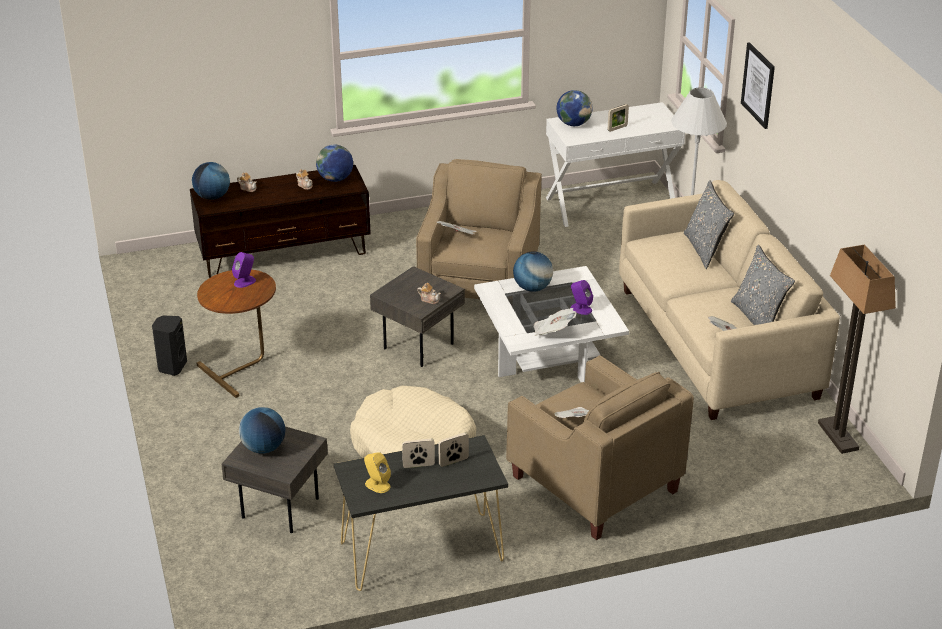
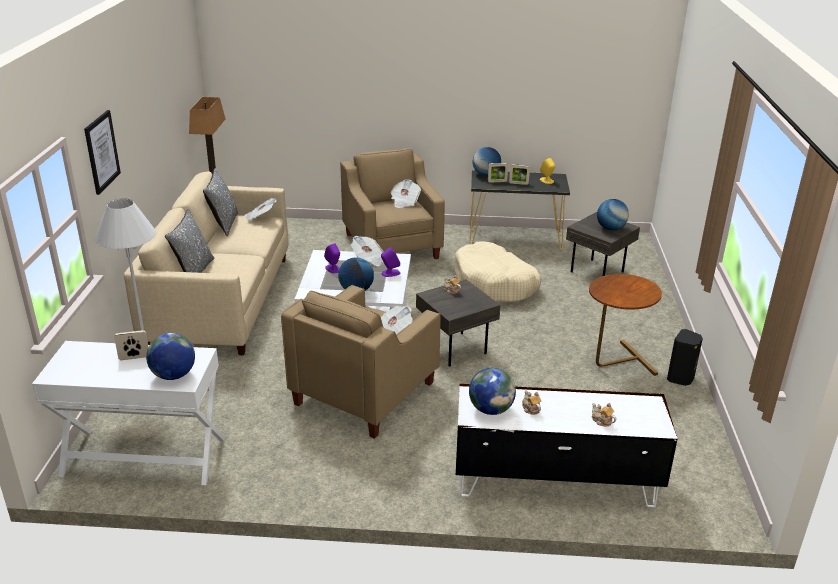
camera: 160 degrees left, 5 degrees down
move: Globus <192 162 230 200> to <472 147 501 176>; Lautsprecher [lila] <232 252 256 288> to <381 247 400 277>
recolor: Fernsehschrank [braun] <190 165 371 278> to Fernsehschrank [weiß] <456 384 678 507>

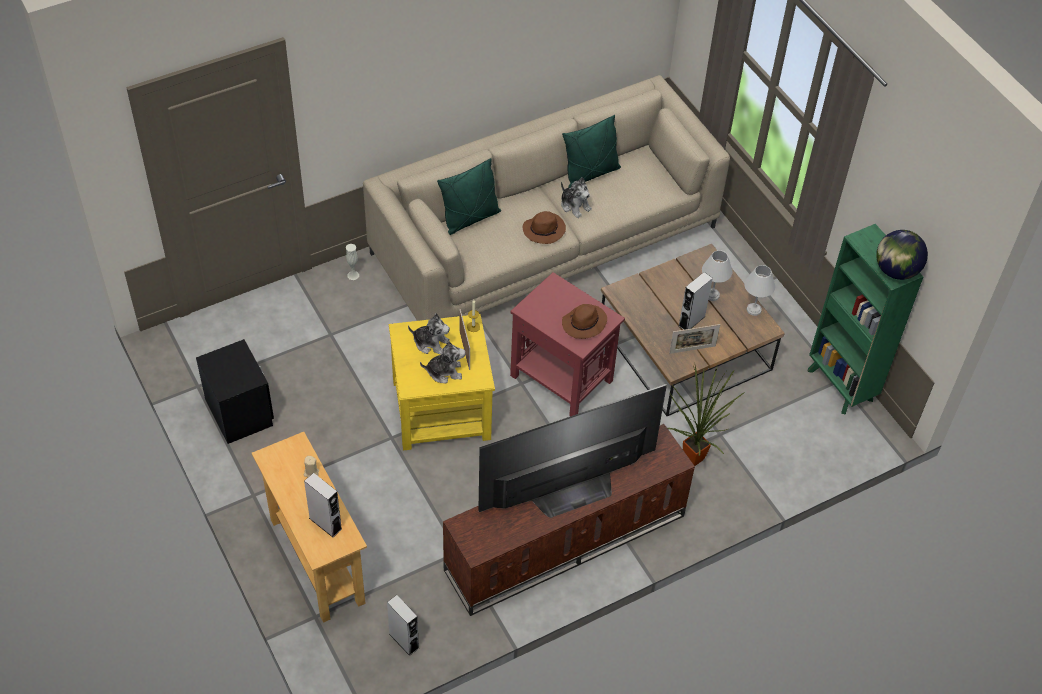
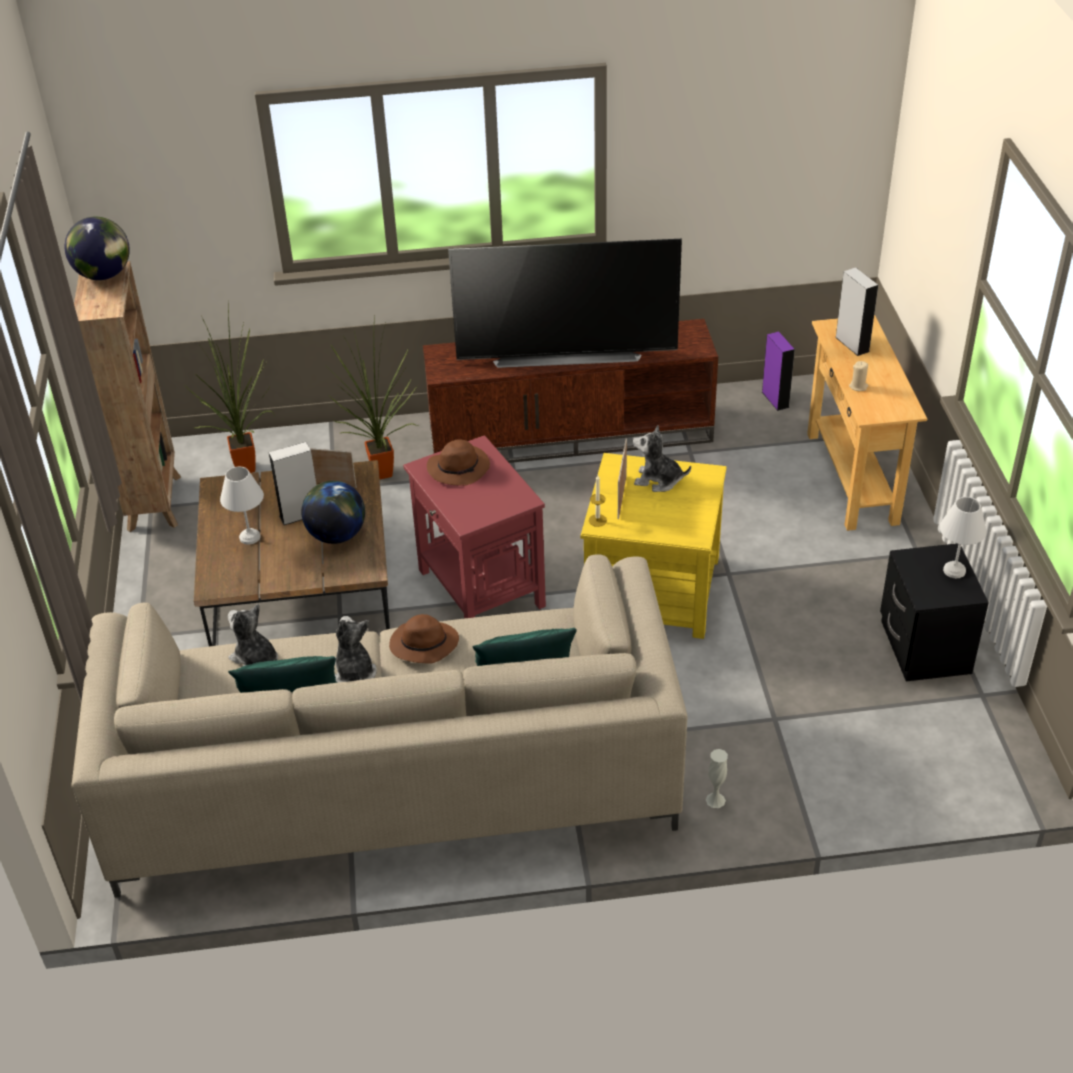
camera: 155 degrees left, 10 degrees down
insert: Topfpflanze <185 306 275 473>; Globus <301 481 365 544>
move: Plüschtier <408 313 450 355> to <228 604 278 666>; Tischlampe [weiß] <744 265 775 316> to <940 497 987 578>
recolor: Lautsprecher [grau] <387 595 419 656> to Lautsprecher [lila] <762 332 795 411>; Bücherregal [grün] <807 224 923 414> to Bücherregal [braun] <74 261 181 532>

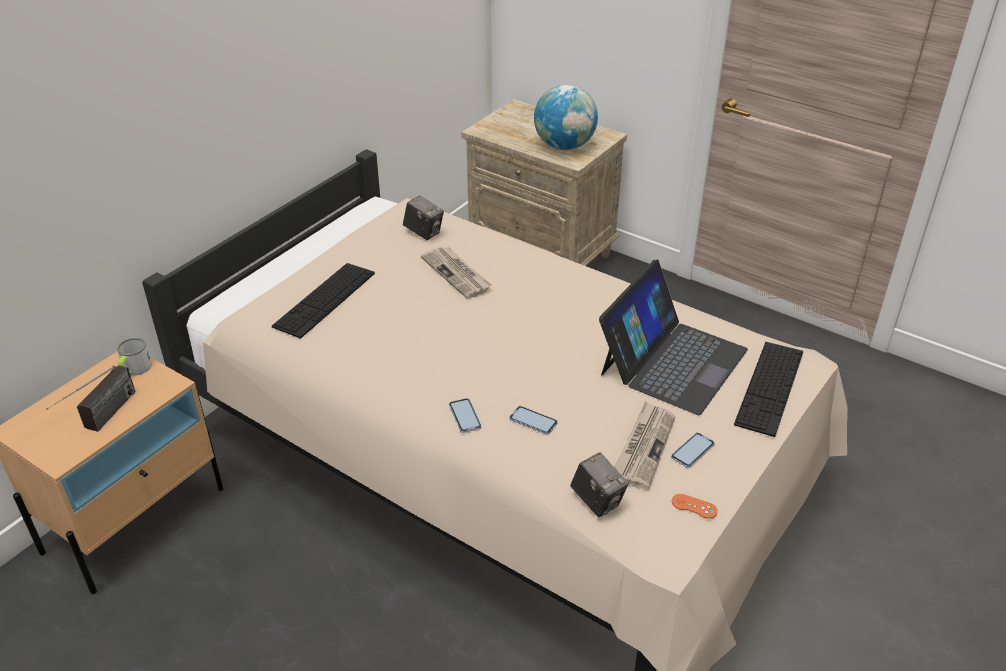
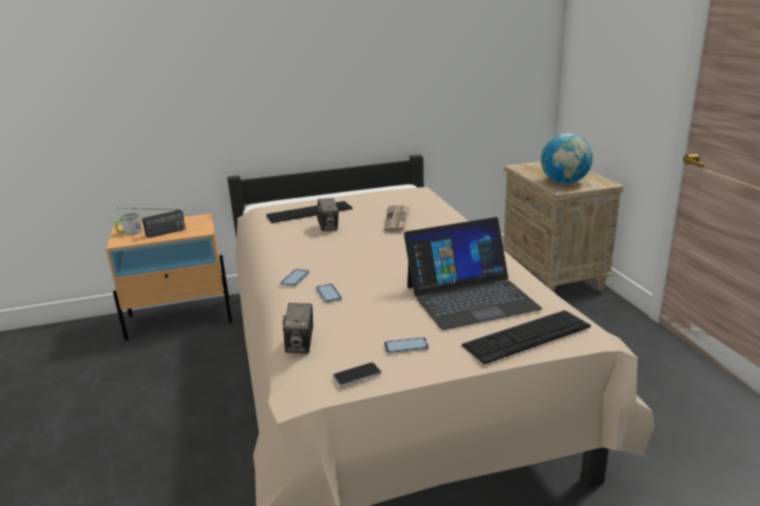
camera: 40 degrees right, 15 degrees down
delete: Zeitung <614 401 676 490>
move: Henkelbecher <117 338 152 376> to <115 213 142 235>; Kamera <403 196 444 240> to <317 198 339 231>
replace: Gamepad [orange] <672 494 718 519> to Handy <333 362 382 387>

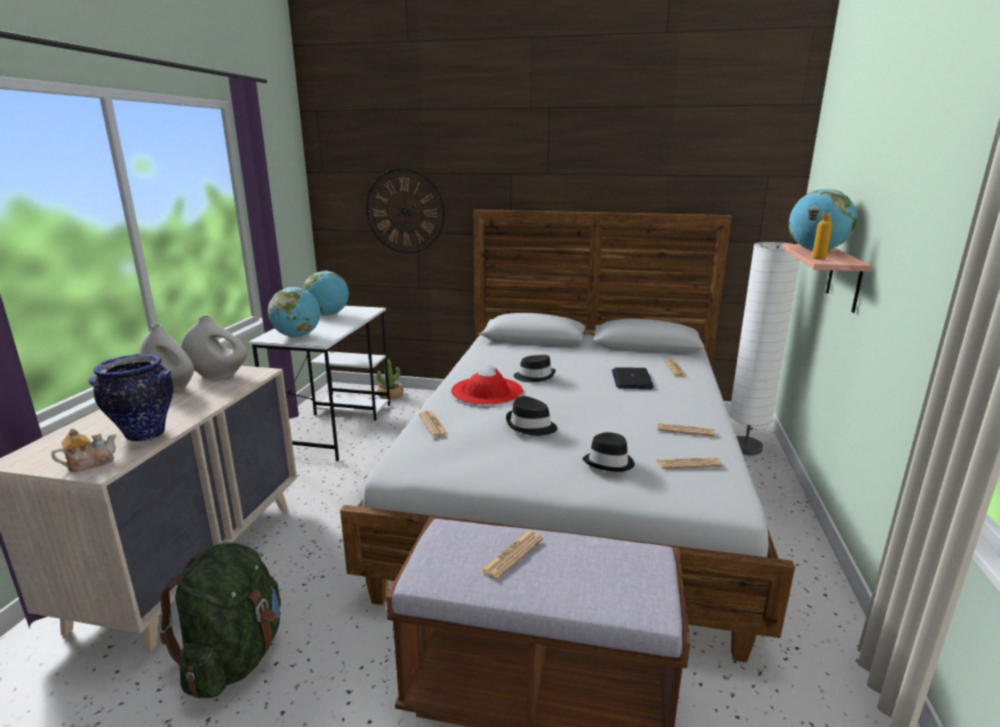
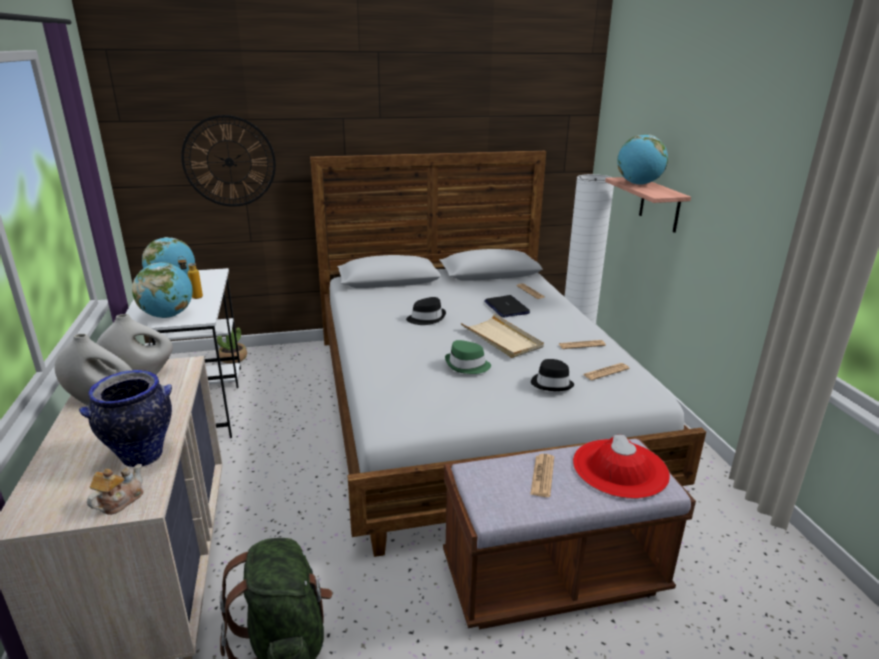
camera: 25 degrees left, 5 degrees up
delete: Zeitung <419 411 448 437>
insert: Tablett [beige] <461 314 544 358>
move: Hut [rot] <451 366 523 405> to <573 435 670 499>; Flasche <808 203 833 260> to <178 256 203 299>
recolor: Hut [schwarz] <506 396 557 436> to Hut [grün] <445 340 491 374>

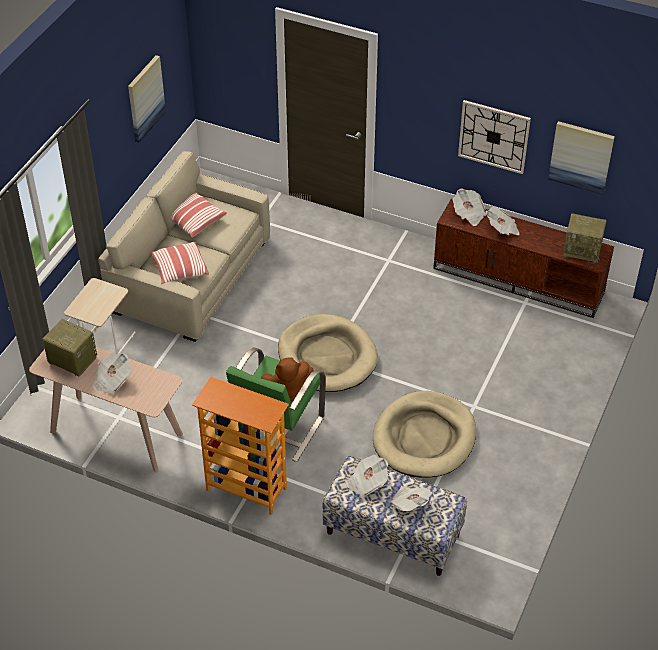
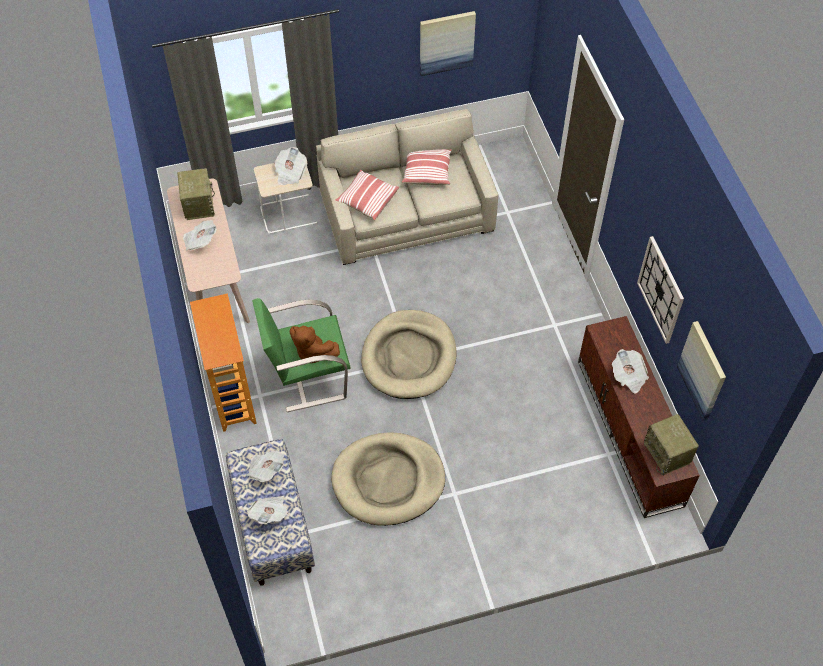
camera: 50 degrees right, 10 degrees up
move: Zeitung <453 188 486 226> to <274 147 307 185>

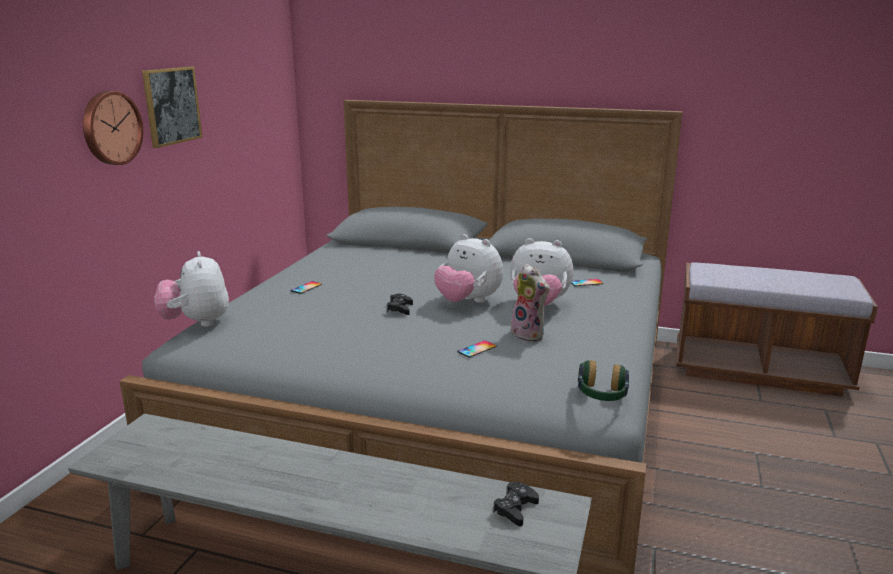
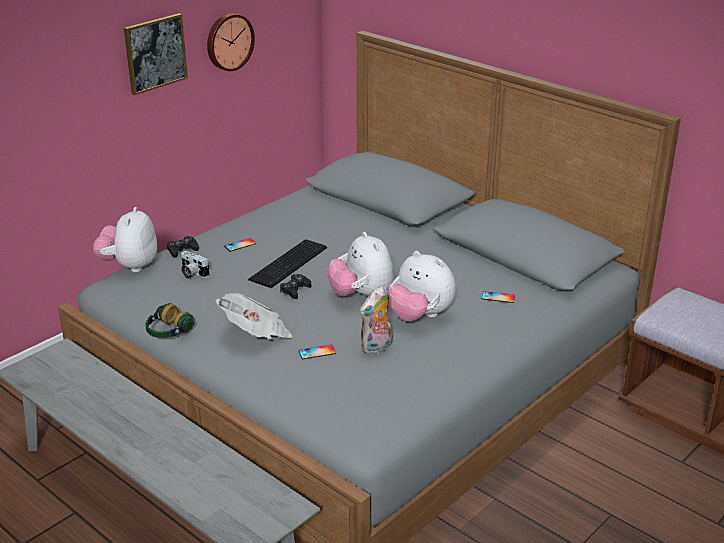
camera: 25 degrees right, 10 degrees up
insert: Kamera <181 251 209 279>; Zeitung <216 293 293 339>; Tastatur <248 239 327 288>
move: Wanduhr <83 91 143 165> to <207 13 255 71>; Gamepad [schwarz] <493 482 539 526> to <167 236 199 258>; Kopfhörer <578 360 629 401> to <145 303 194 338>
rotate: Plüschtier <511 264 550 342> = <360 286 393 355> 60 degrees clockwise

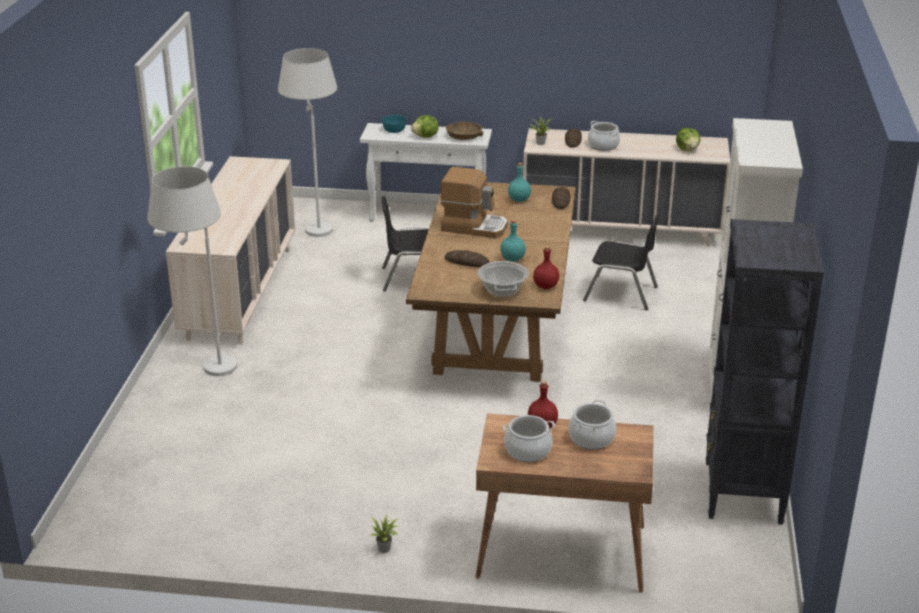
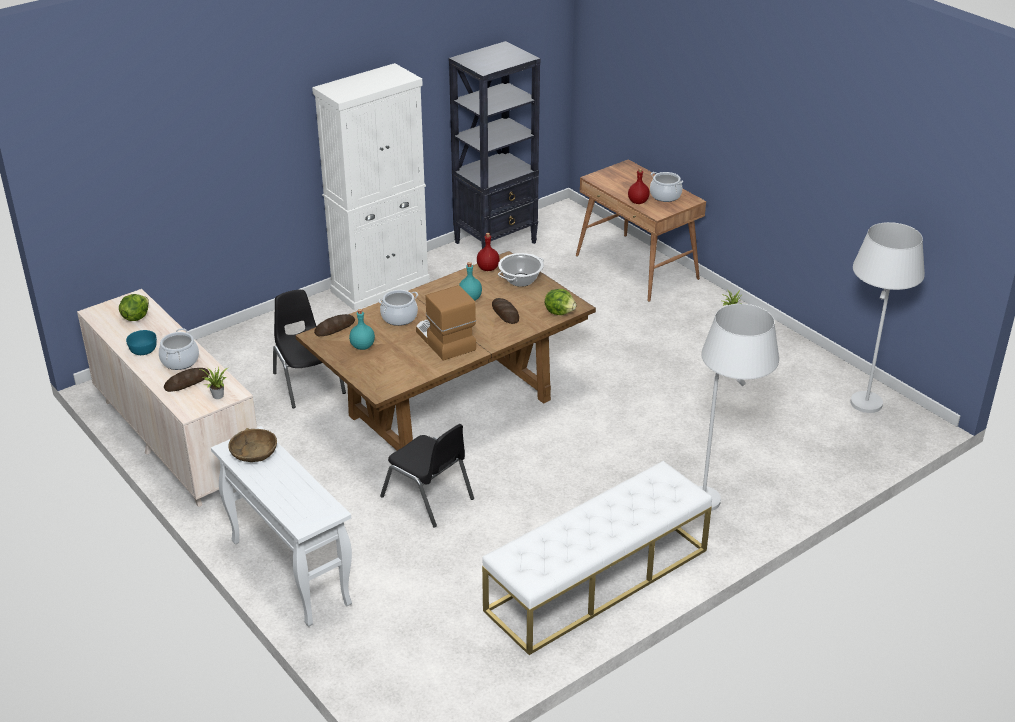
camera: 135 degrees left, 5 degrees up
move: Stehlampe [weiß] <278 48 337 237> to <850 222 925 413>; Schüssel [türkis] <382 115 406 133> to <126 330 157 355>; Salatkopf <411 115 439 138> to <545 289 576 315>; Kochtopf <569 400 616 449> to <378 290 418 326>
replace: Kommode [beige] <166 156 295 344> to Bank [weiß] <482 461 712 655>

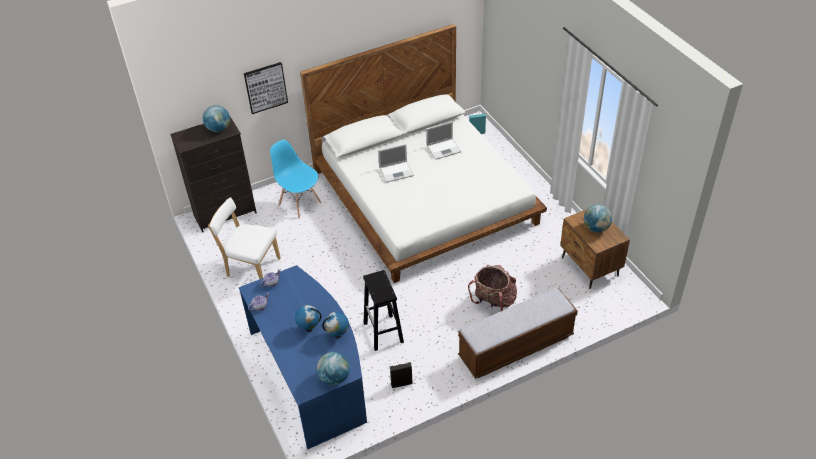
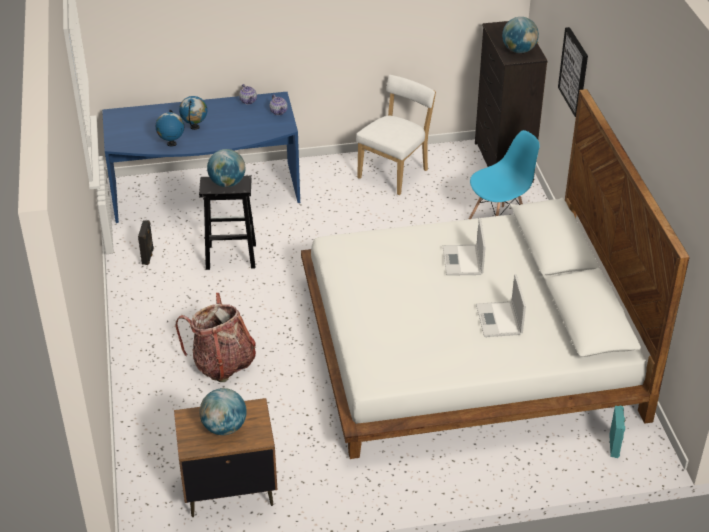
camera: 105 degrees right, 5 degrees down
delete: Bank <458 288 578 379>
move: Globus <317 352 350 385> to <207 149 246 187>

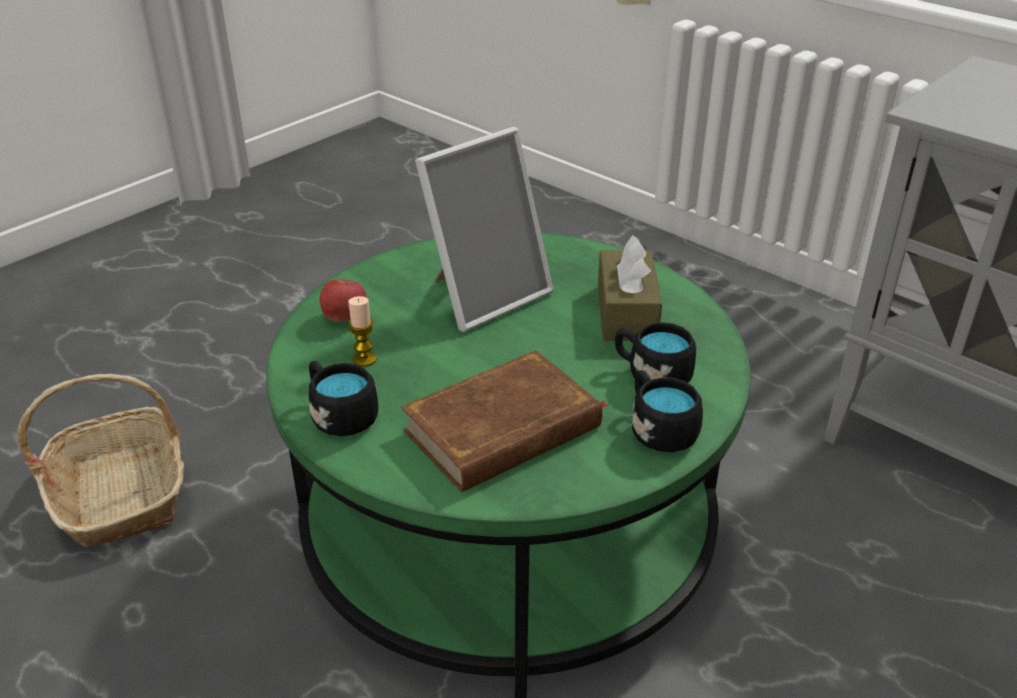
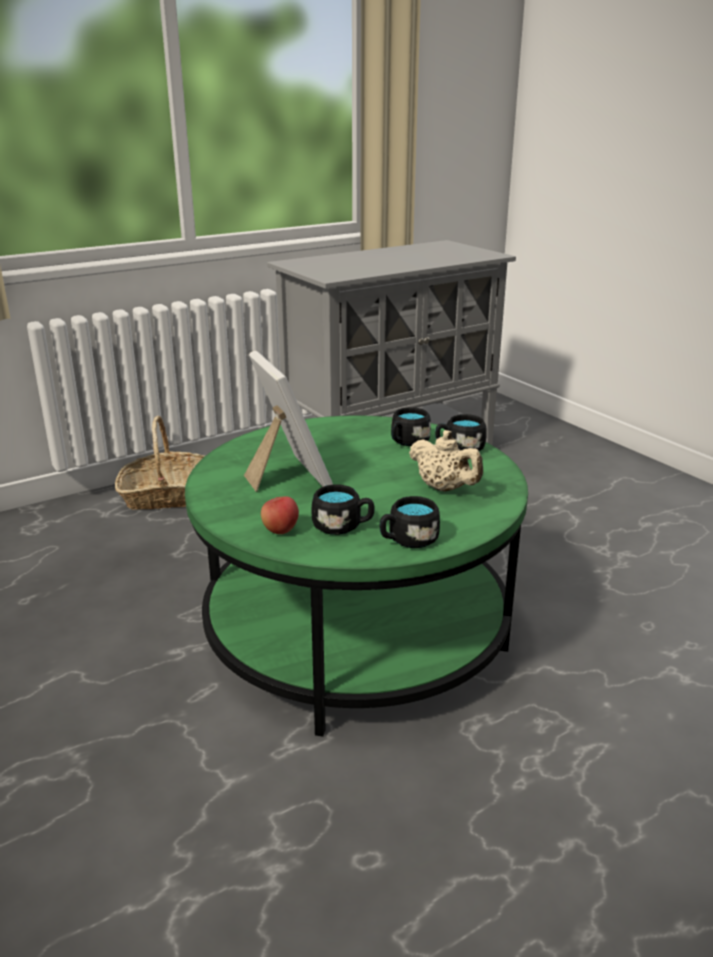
camera: 75 degrees left, 10 degrees down
delete: Taschentuchbox [braun] <598 235 662 341>
move: Korb <17 374 184 548> to <115 416 205 510>
replace: Kerze <348 296 377 367> to Henkelbecher [schwarz] <312 484 375 535>; Buch [braun] <401 350 608 492> to Teekanne [beige] <409 430 483 492>

